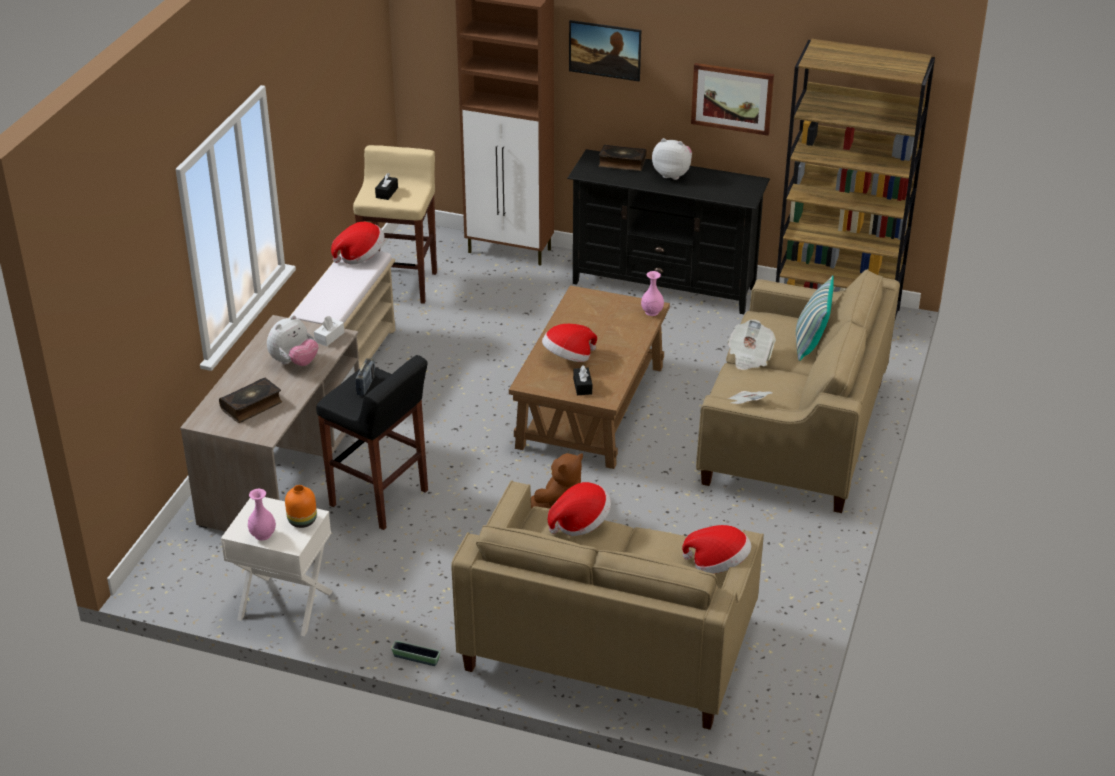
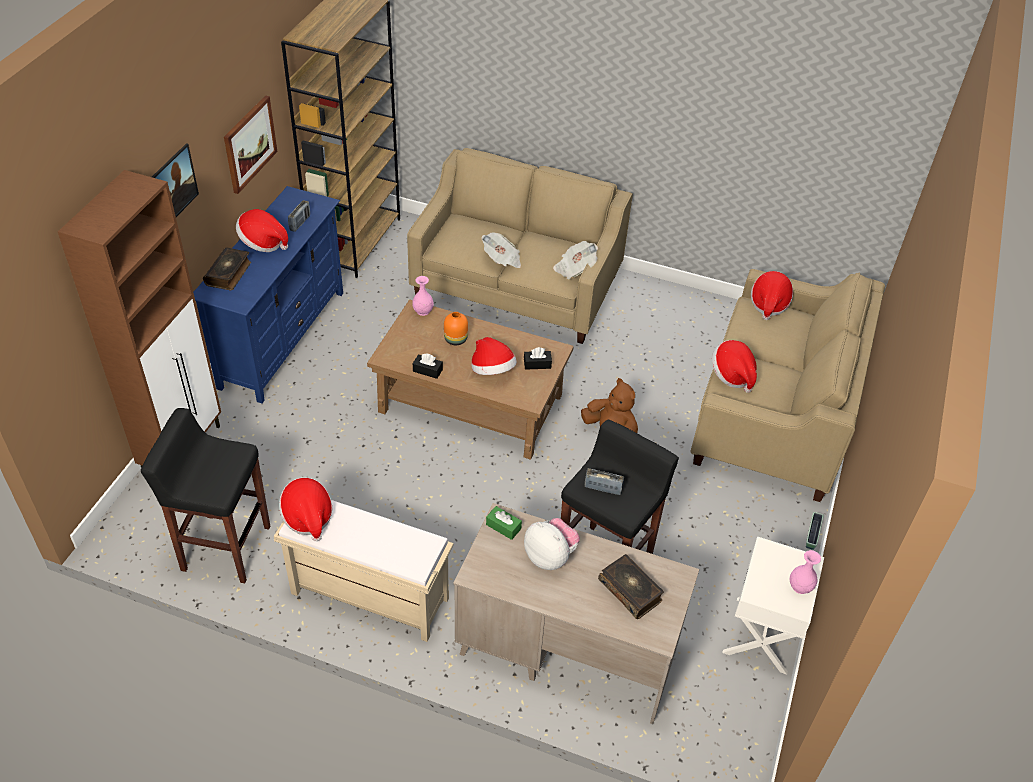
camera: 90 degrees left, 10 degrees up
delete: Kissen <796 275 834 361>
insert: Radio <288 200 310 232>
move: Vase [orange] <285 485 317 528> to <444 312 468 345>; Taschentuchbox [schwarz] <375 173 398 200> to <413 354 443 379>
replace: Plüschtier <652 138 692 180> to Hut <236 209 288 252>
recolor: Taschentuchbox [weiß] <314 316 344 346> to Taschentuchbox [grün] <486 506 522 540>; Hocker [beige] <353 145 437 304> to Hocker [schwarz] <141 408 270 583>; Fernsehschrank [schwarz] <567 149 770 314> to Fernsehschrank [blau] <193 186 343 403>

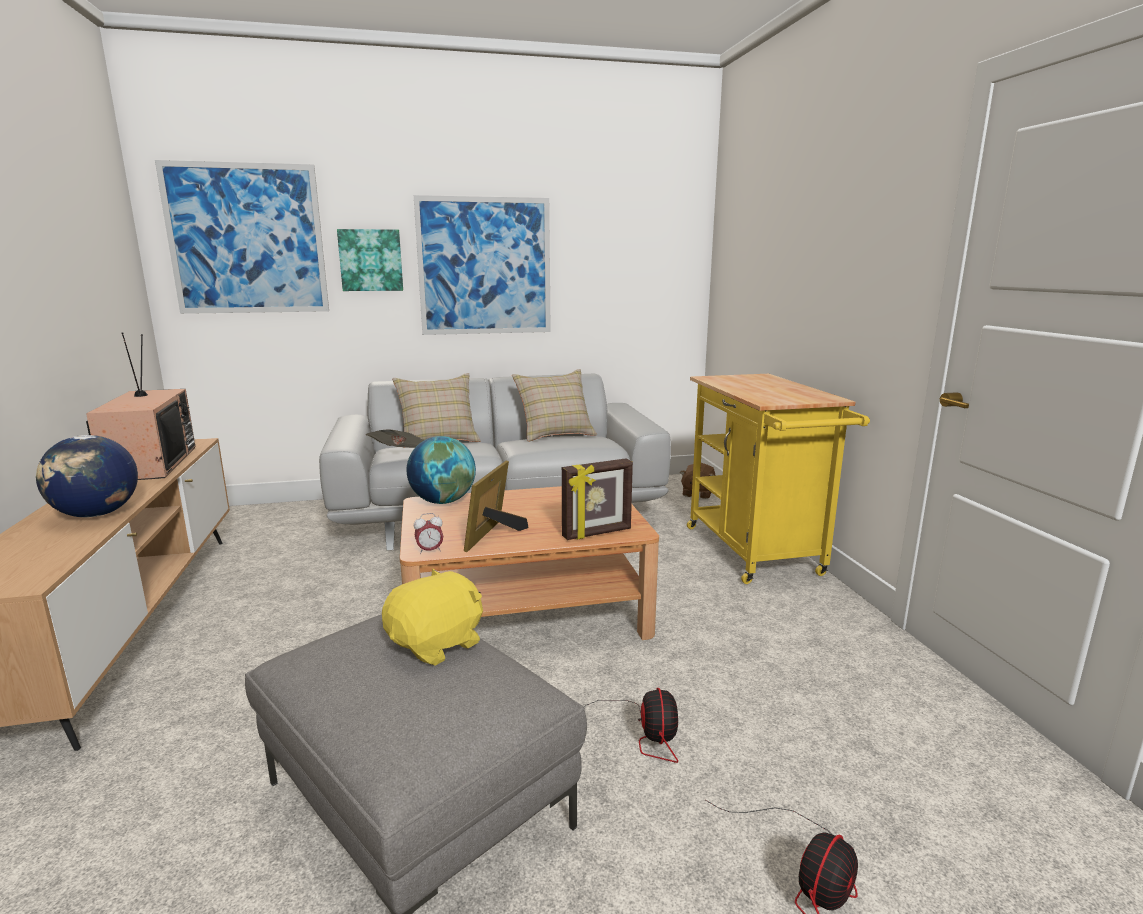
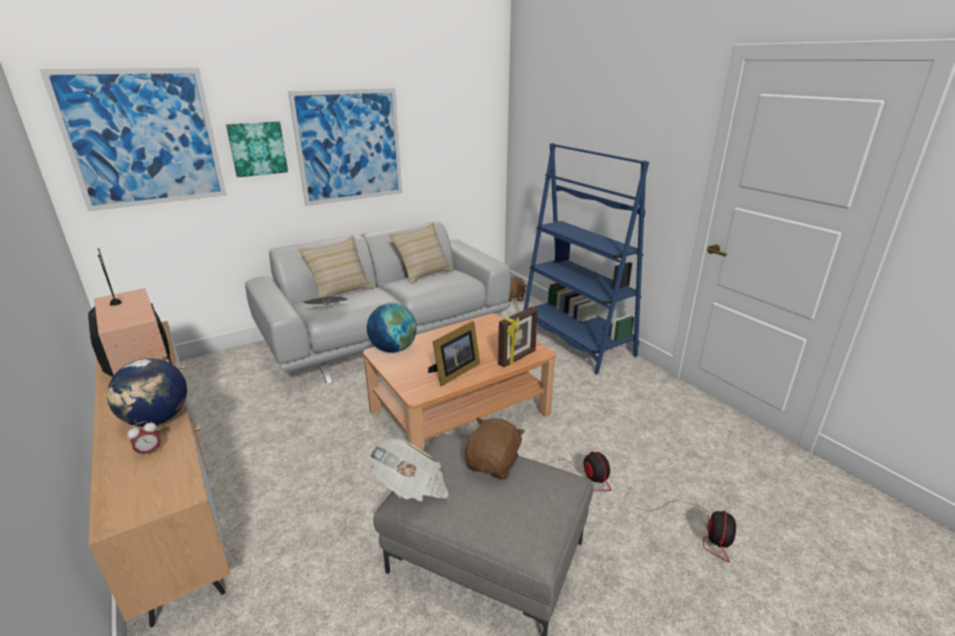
camera: 20 degrees left, 10 degrees up
insert: Zeitung <369 438 449 502>
move: Wecker <414 513 443 554> to <127 421 161 458>
replace: Rollwagen [gelb] <687 374 870 584> to Bücherregal [blau] <524 143 649 375>
recolor: Plüschtier [gelb] <382 569 483 666> to Plüschtier [braun] <465 417 525 479>
rotate: Bilderrahmen <464 461 528 552> = <428 321 480 386> 135 degrees counterclockwise

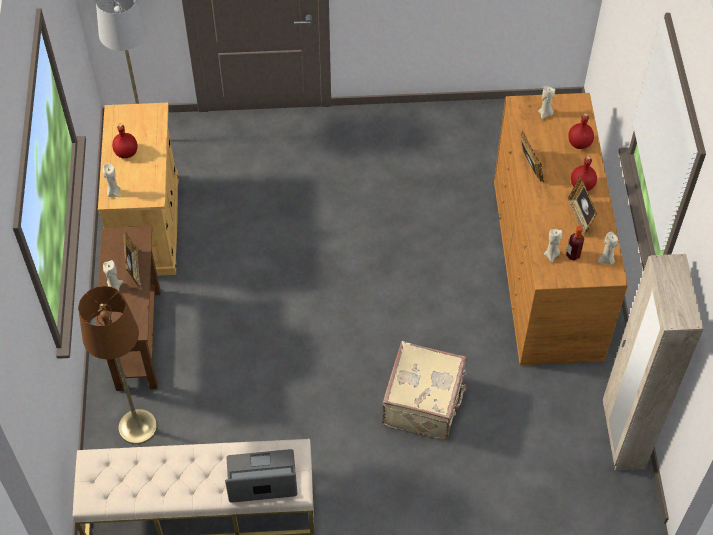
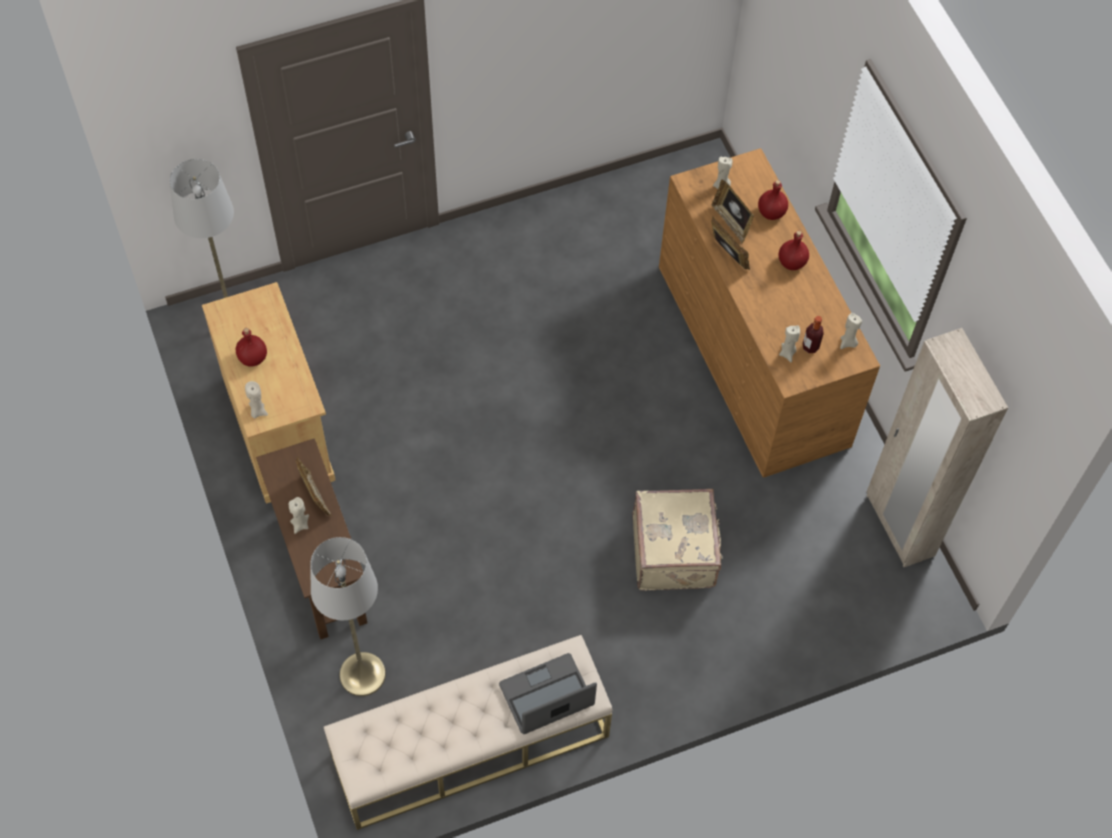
camera: 20 degrees left, 5 degrees up
move: Bilderrahmen <568 177 597 236> to <712 179 754 244>
recolor: Stehlampe [braun] <78 286 157 444> to Stehlampe [grau] <310 537 386 696>

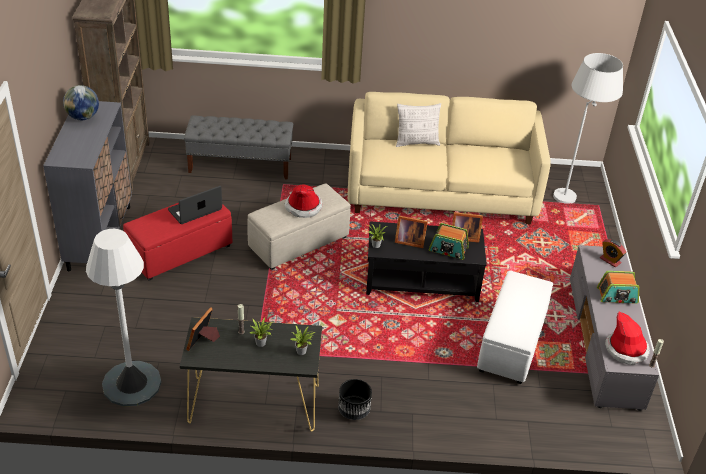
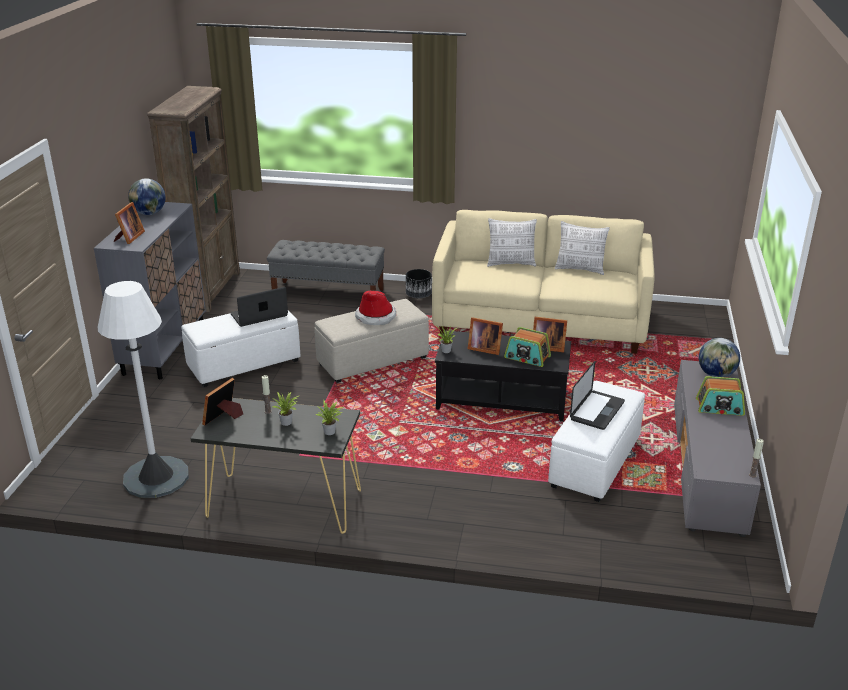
camera: 10 degrees right, 10 degrees down
delete: Stehlampe [weiß] <553 53 623 204>; Hut <605 312 650 365>
insert: Bilderrahmen <114 202 145 244>; Kissen <555 221 610 275>; Laptop <570 361 625 430>
move: Pflanzkübel [schwarz] <338 379 372 420> to <406 269 432 298>
replace: Wecker <600 239 626 267> to Globus <699 338 740 377>
recolor: Polsterhocker [rot] <123 203 232 281> to Polsterhocker [weiß] <181 310 300 387>

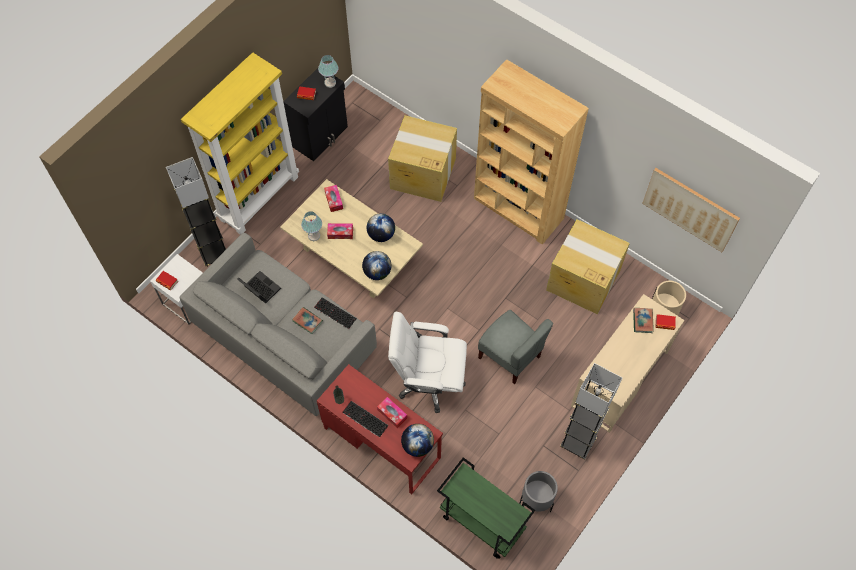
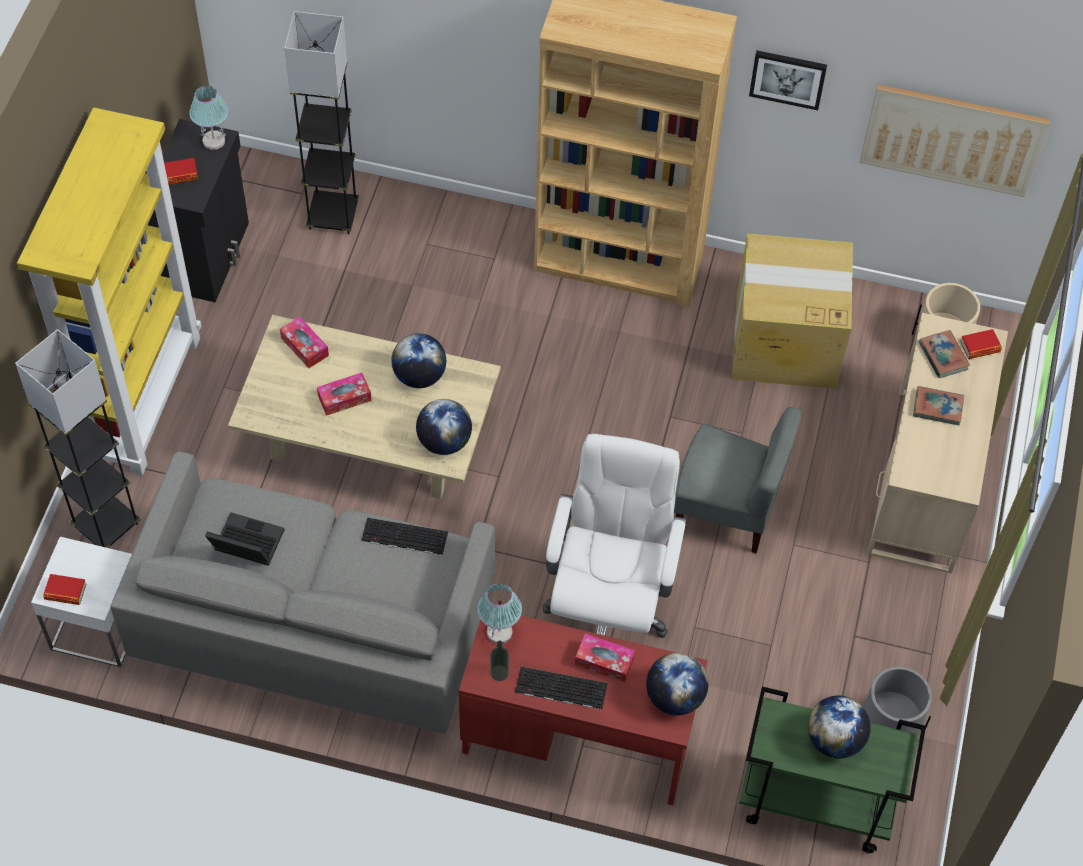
camera: 25 degrees left, 5 degrees down
delete: Karton <388 115 457 202>
insert: Bild <749 50 827 110>; Globus <808 695 871 759>
move: Buch <292 307 323 334> to <913 386 964 425>; Tischlampe <301 211 322 241> to <477 583 522 643>; Stehlampe [grau] <560 363 622 460> to <284 11 359 234>
rotate: Bürostuhl [weiß] <388 312 467 413> = <543 434 686 638> 120 degrees clockwise

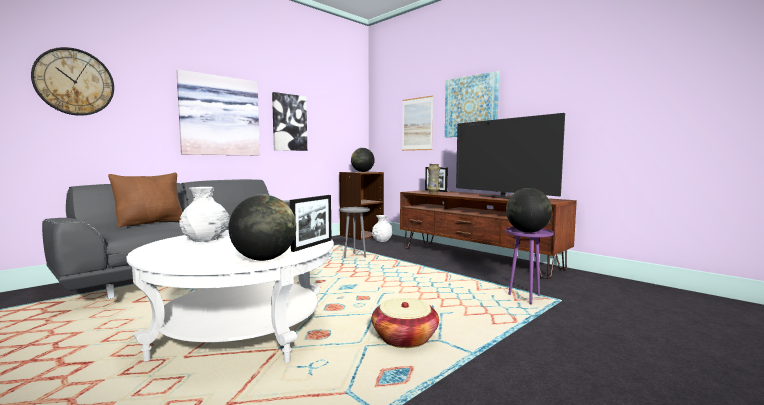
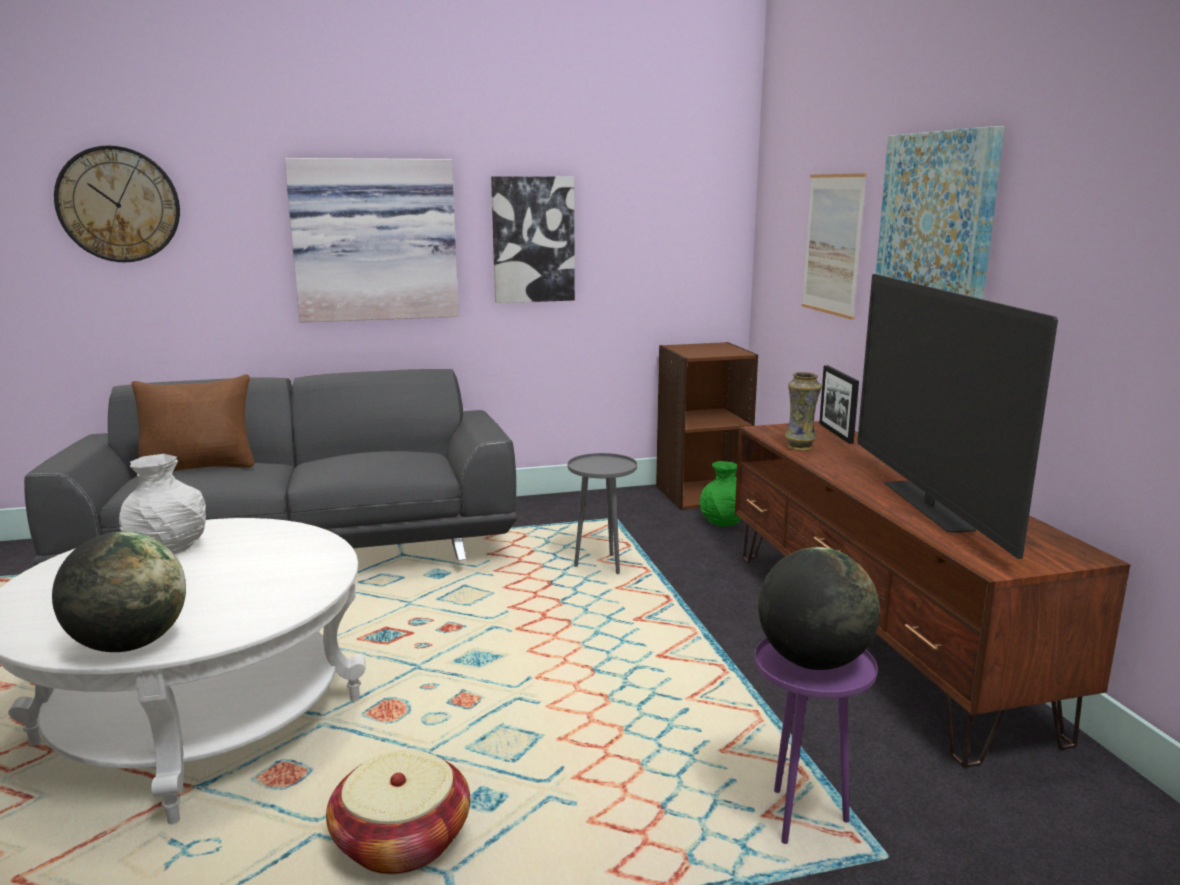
camera: 30 degrees right, 10 degrees up
delete: Bilderrahmen <290 195 332 252>; Globus <351 148 375 172>
recolor: Vase [weiß] <372 215 392 242> to Vase [grün] <699 461 741 527>

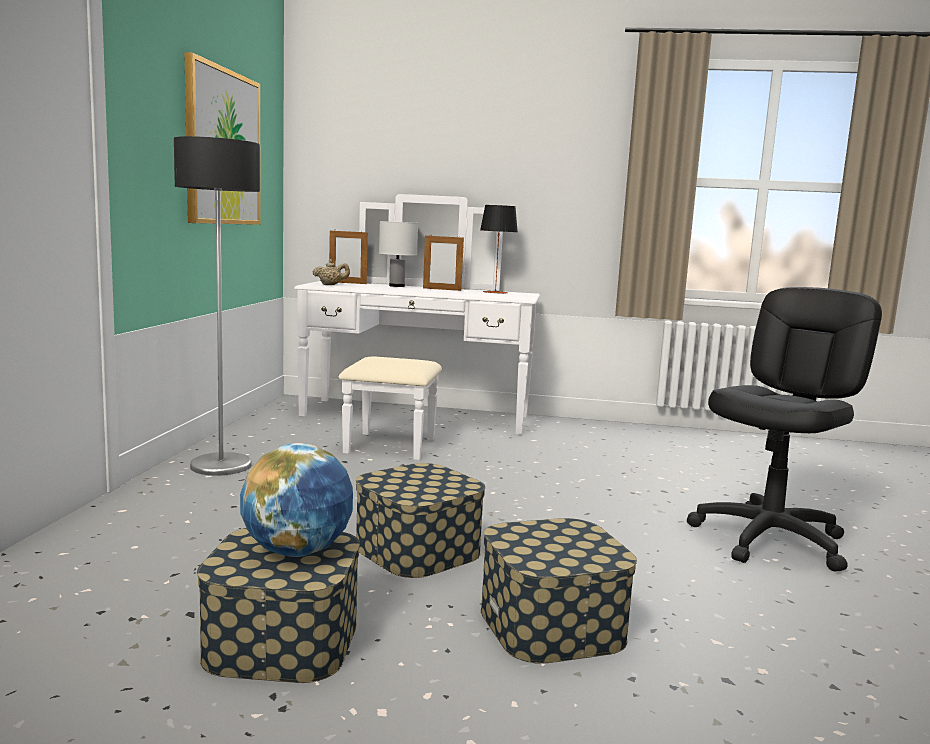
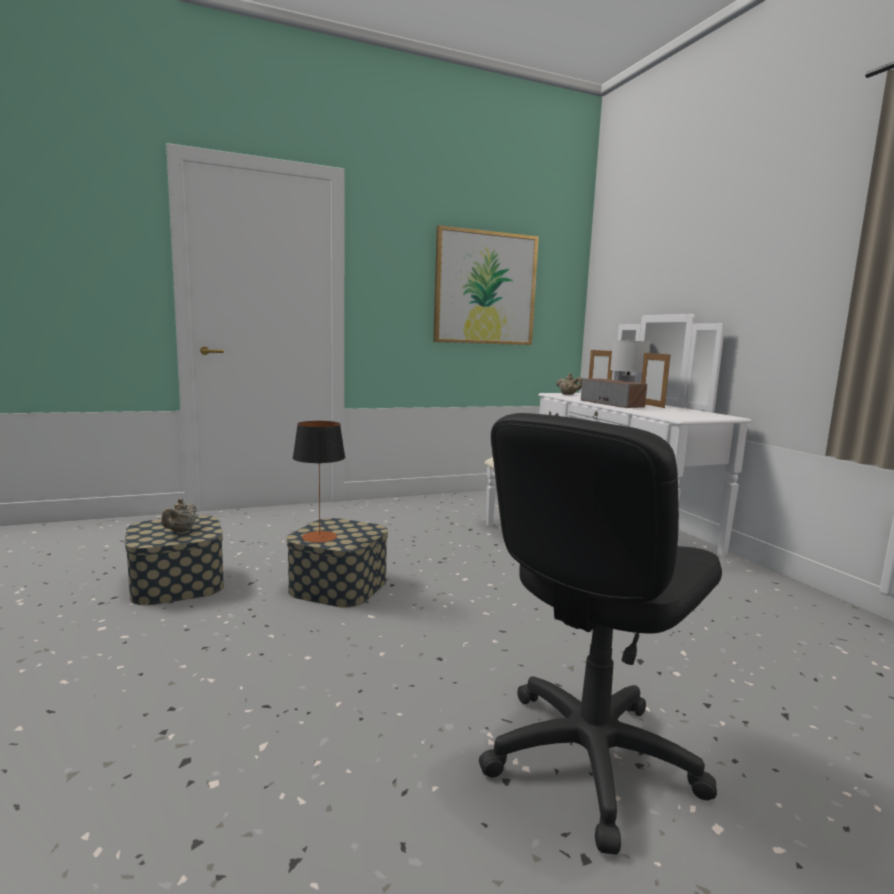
camera: 60 degrees right, 0 degrees up
delete: Stehlampe <174 136 260 475>; Aufbewahrungsbox <481 518 637 664>
insert: Lautsprecher <581 378 647 408>
move: Tischlampe <480 205 518 294> to <293 421 345 543>
replace: Globus <240 443 353 557> to Teekanne [beige] <161 499 196 533>
rotate: Bürostuhl [schwarz] <687 287 882 571> = <479 413 722 855> 120 degrees clockwise

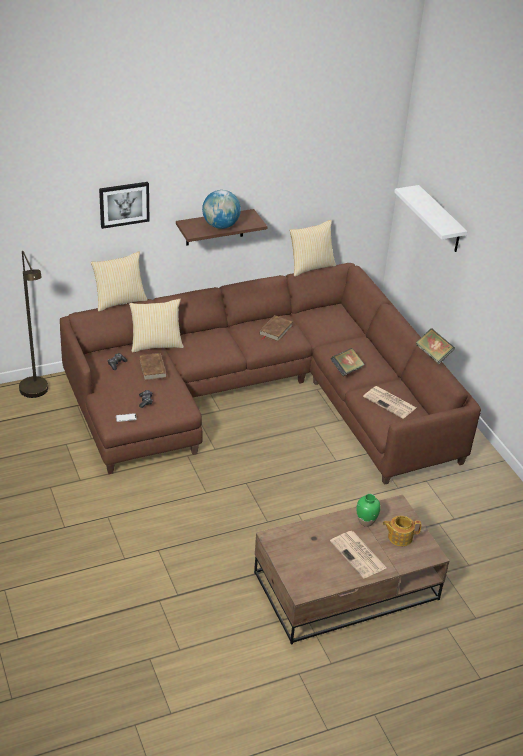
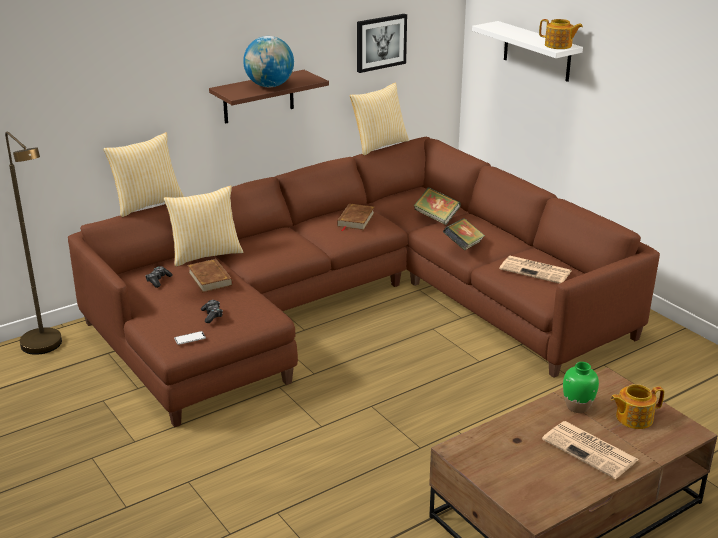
camera: 10 degrees left, 10 degrees down
insert: Teekanne <539 19 583 49>
move: Bild <99 182 150 229> to <357 14 407 73>; Buch <416 328 455 364> to <414 187 461 225>

